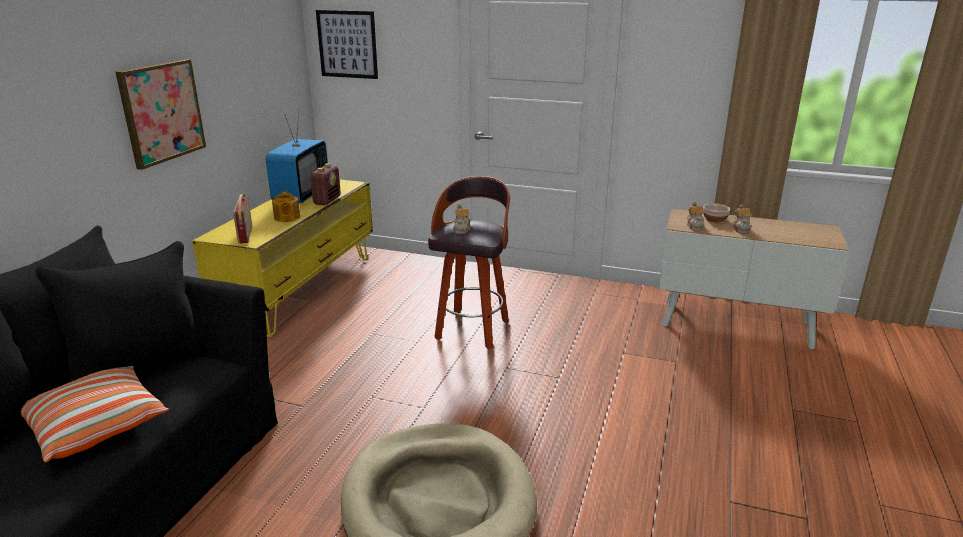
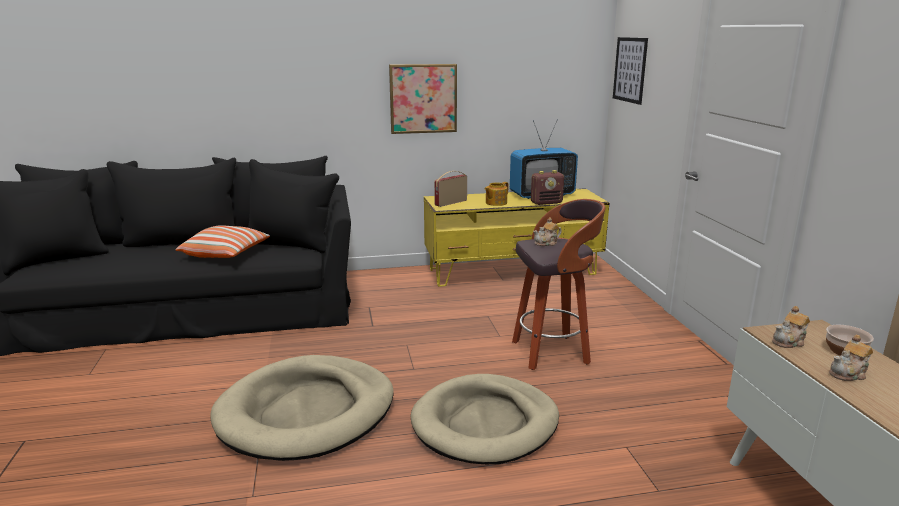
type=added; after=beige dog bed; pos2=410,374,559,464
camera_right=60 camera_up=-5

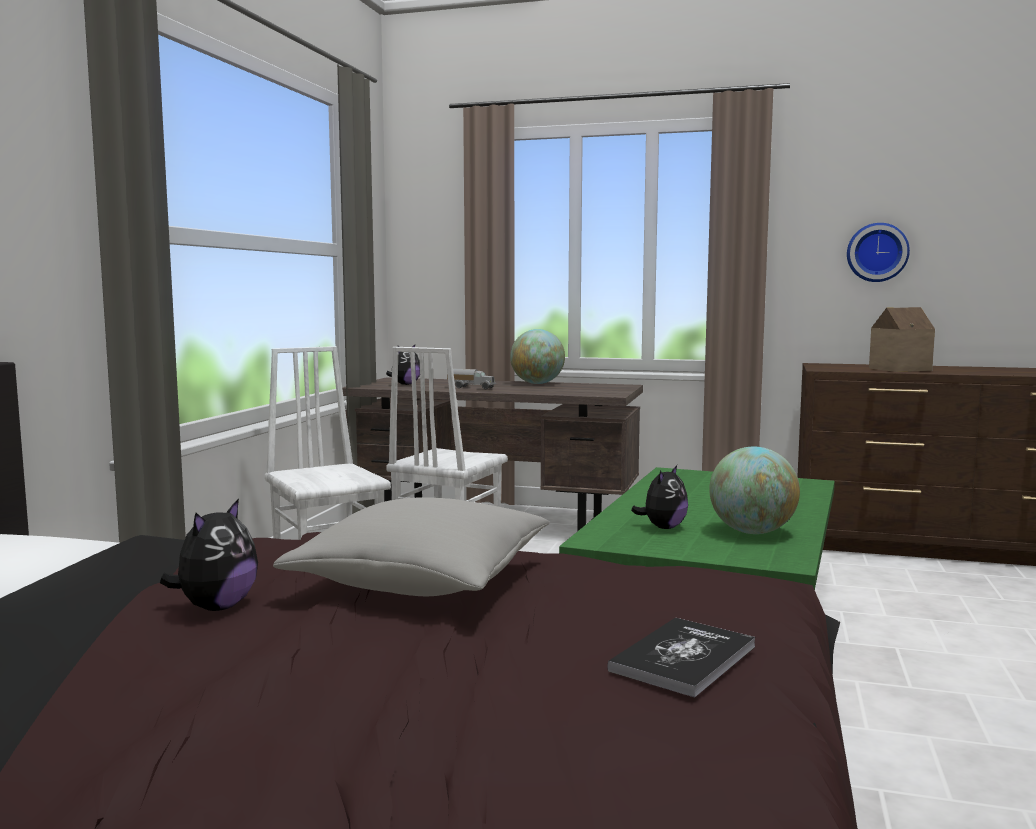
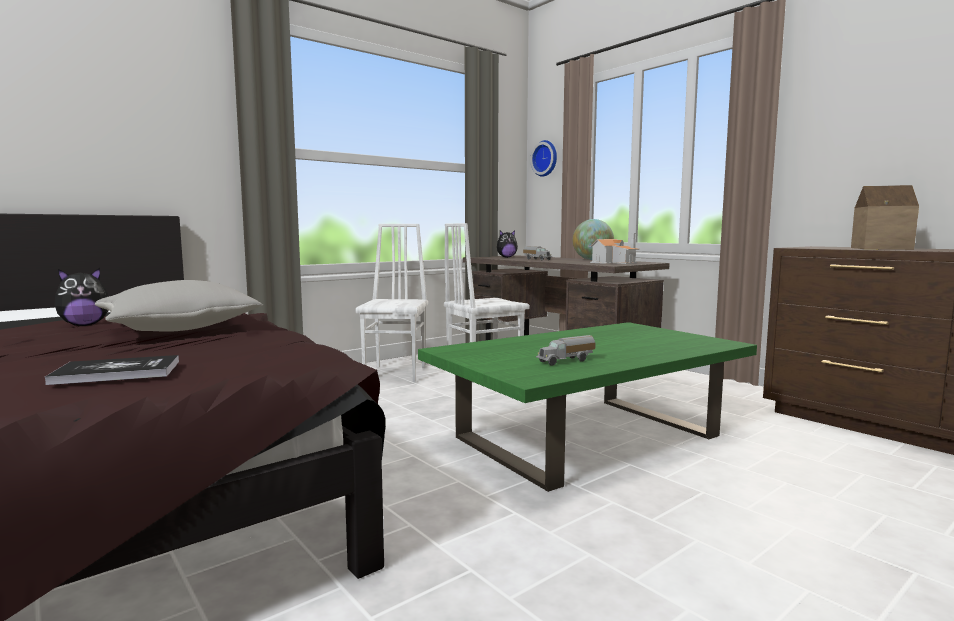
type=moved; before=wall clock; pos1=847,223,910,282; pos2=530,140,557,177
type=replaced; before=globe; after=toy truck; pos1=709,447,800,534; pos2=536,335,596,366
type=removed; before=plush toy; pos1=631,465,688,529
type=added; after=toy house; pos2=589,233,640,264
camera_right=35 camera_up=0

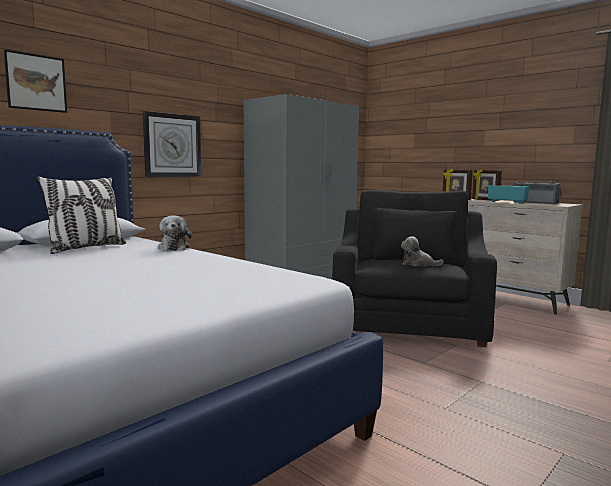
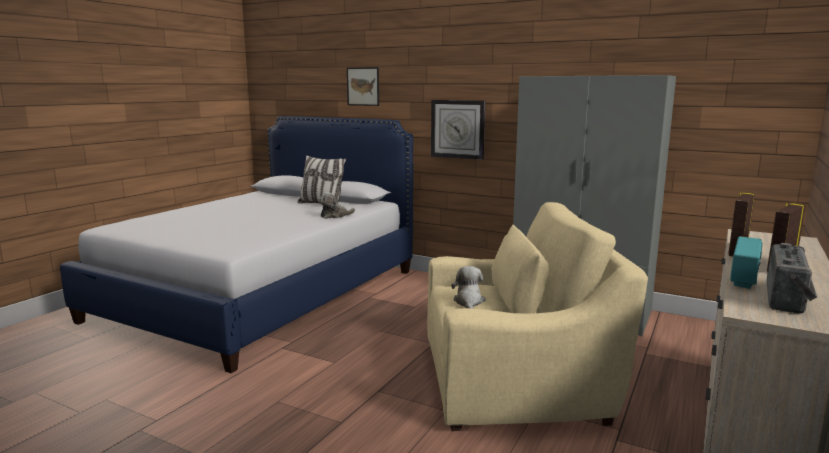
type=recoloured; before=black armchair; after=beige armchair; pos1=332,190,497,347; pos2=428,202,648,431
camera_right=75 camera_up=5

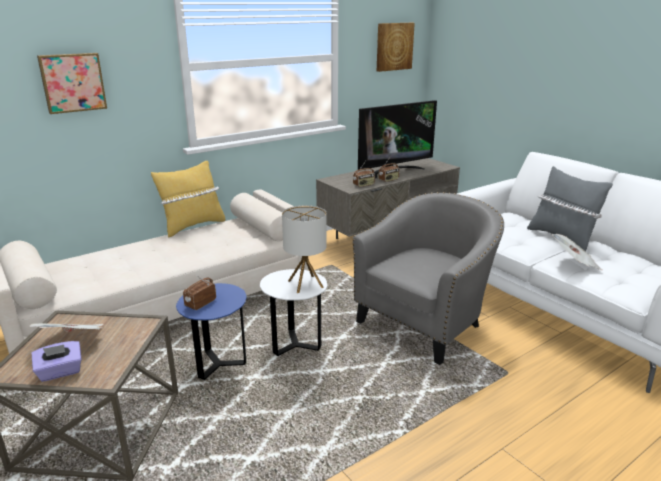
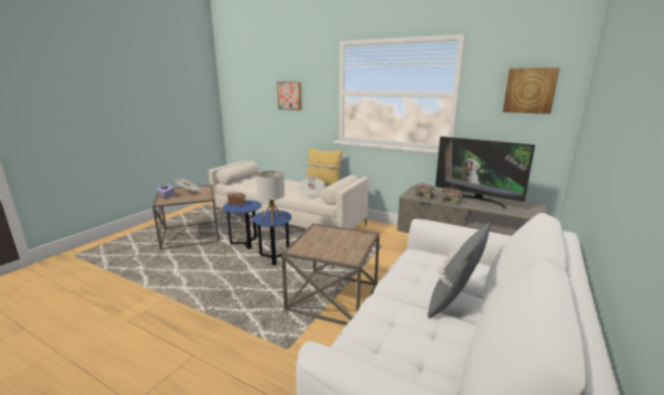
type=replaced; before=grey armchair; after=brown side table; pos1=353,192,504,365; pos2=281,223,380,325
type=moved; before=newspaper; pos1=551,234,602,270; pos2=299,176,325,199
type=recoloured; before=white side table; after=blue side table; pos1=260,269,327,356; pos2=252,210,292,265
camera_right=65 camera_up=-5

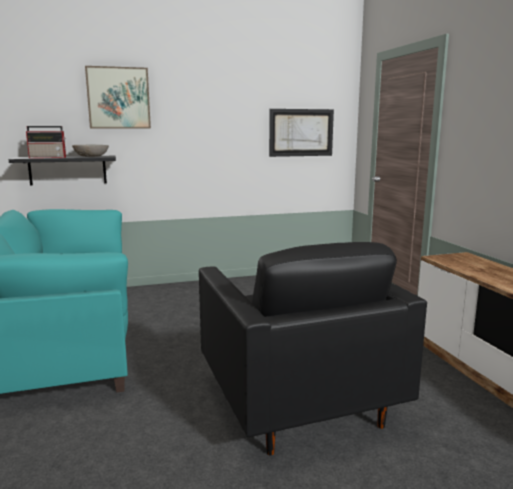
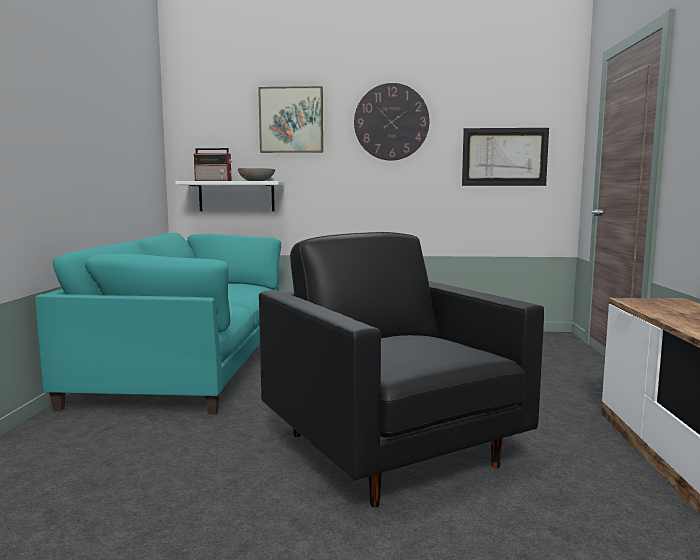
type=recoloured; before=black shelf; after=white shelf; pos1=9,156,116,185; pos2=175,181,285,211
type=turned; before=black armchair; pos1=199,242,427,456; pos2=259,232,544,507; turn=150
type=added; after=wall clock; pos2=354,83,429,161
camera_right=20 camera_up=-5

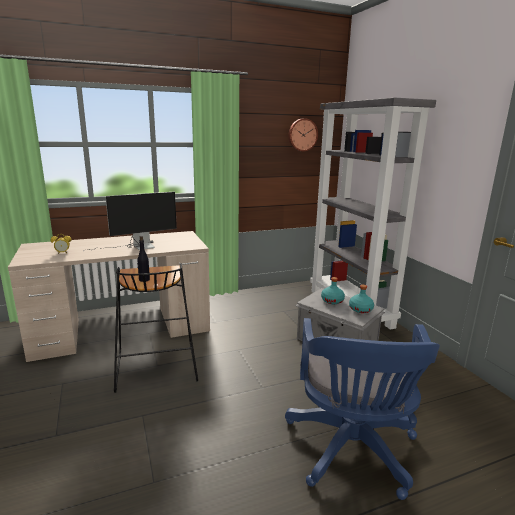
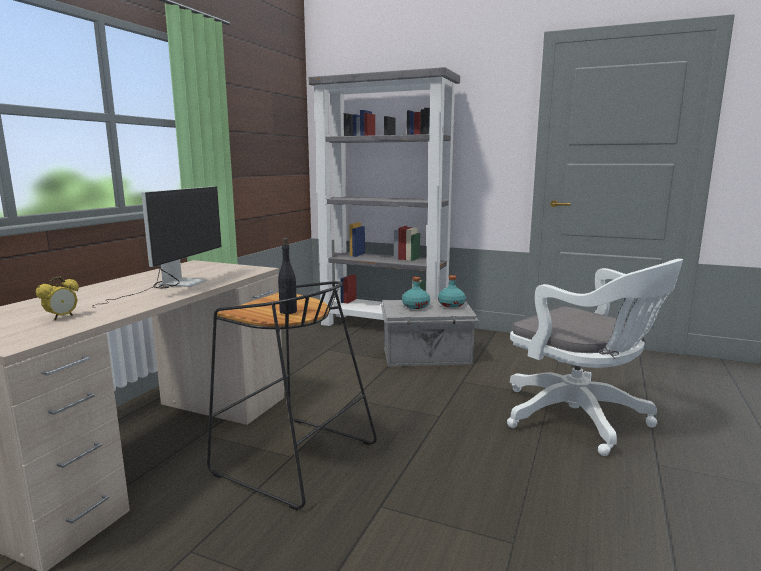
type=removed; before=wall clock; pos1=288,118,318,151
type=recoloured; before=blue office chair; after=white office chair; pos1=285,318,440,500; pos2=507,259,683,456
camera_right=-45 camera_up=-5

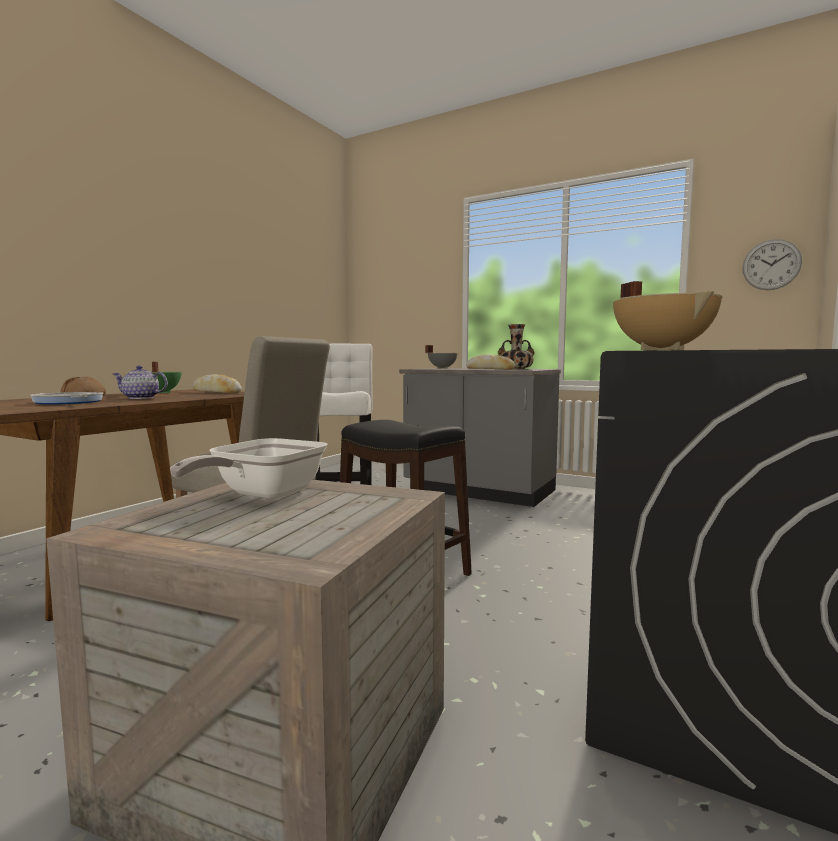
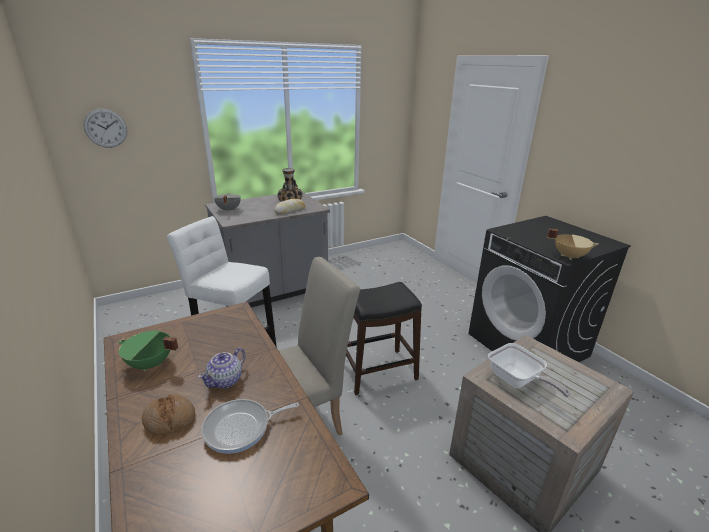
type=moved; before=wall clock; pos1=742,239,802,290; pos2=83,108,127,148
type=removed; before=bread; pos1=193,374,242,393
camera_right=-60 camera_up=20

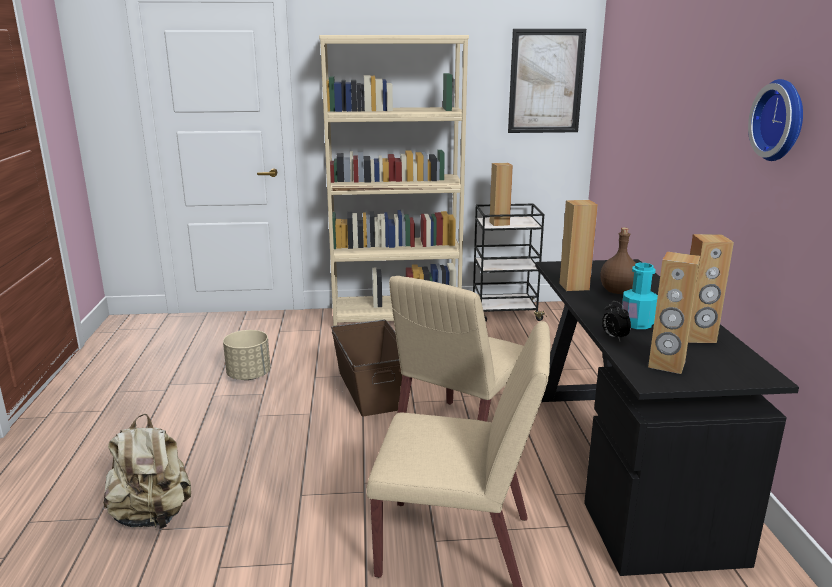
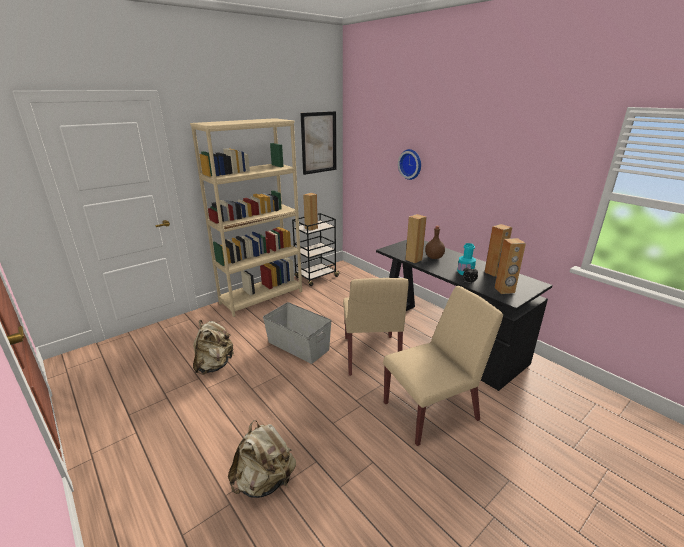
type=moved; before=wall clock; pos1=748,79,803,161; pos2=398,149,421,180
type=recoloured; before=brown storage box; after=grey storage box; pos1=331,319,402,417; pos2=263,302,332,364
type=replaced; before=beige planter; after=beige backpack; pos1=223,330,270,380; pos2=193,320,235,375
camera_right=-35 camera_up=5

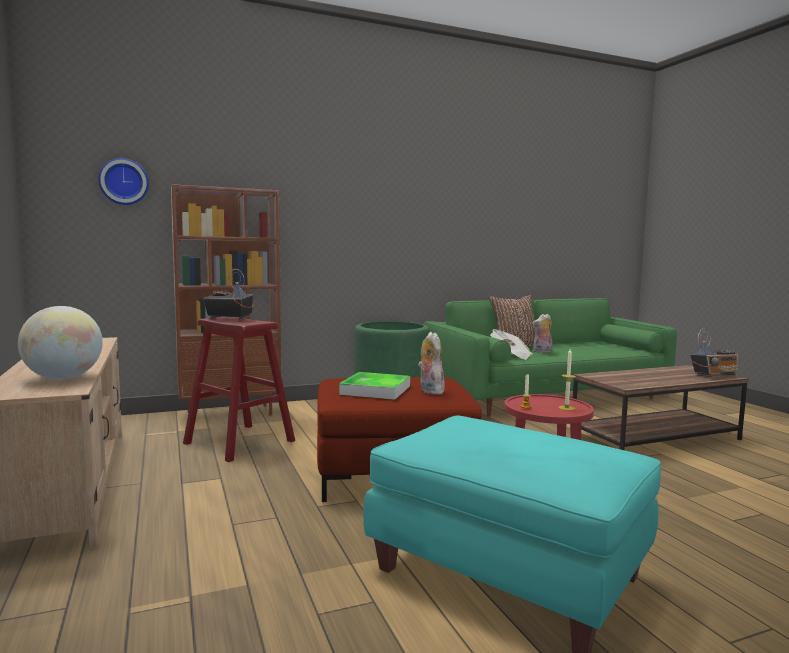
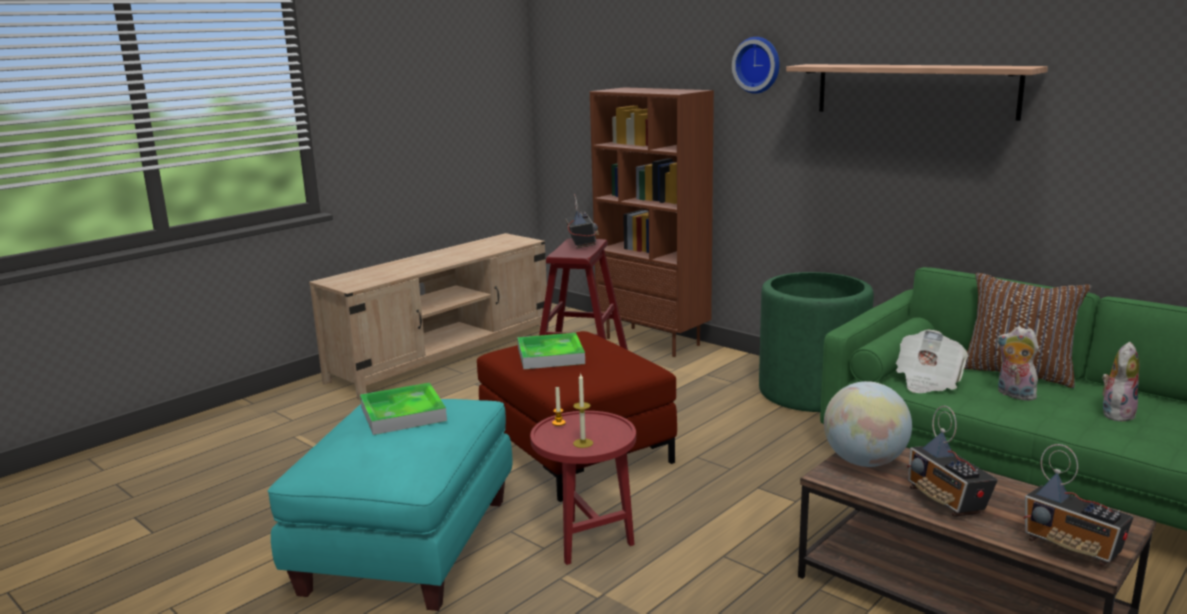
type=moved; before=wall clock; pos1=98,158,149,205; pos2=732,37,779,94
type=moved; before=globe; pos1=18,306,103,380; pos2=824,381,912,467
type=moved; before=plush toy; pos1=418,332,445,395; pos2=1102,342,1139,421
type=added; after=shelf; pos2=786,64,1048,121
type=added; after=tray; pos2=360,383,447,435
type=added; after=radio; pos2=907,406,998,517
camera_right=65 camera_up=10

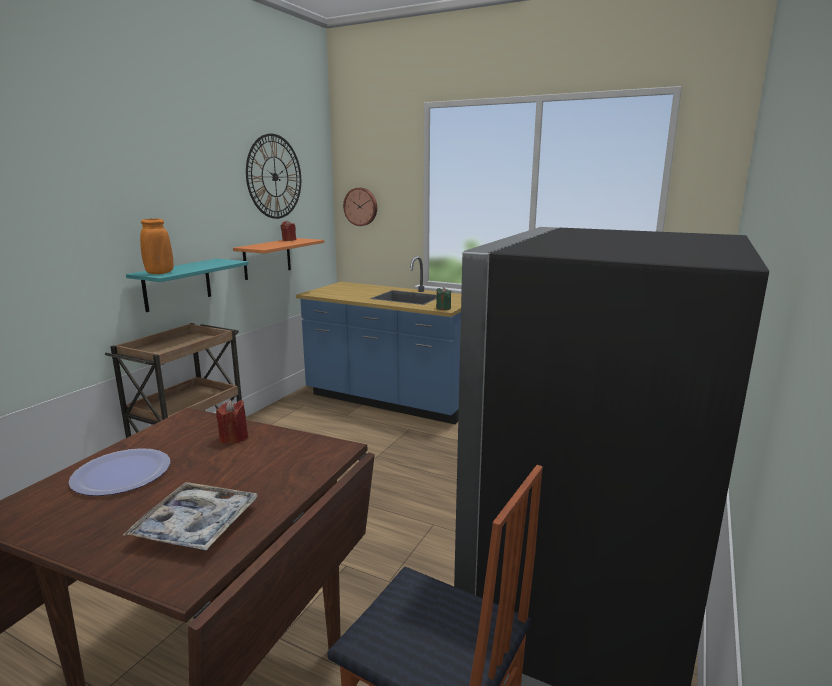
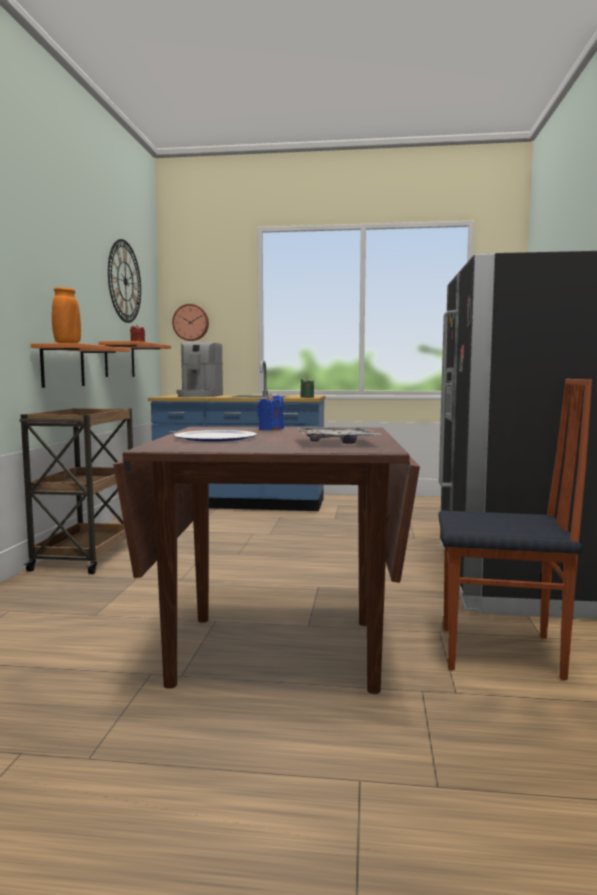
type=recoloured; before=turquoise shelf; after=orange shelf; pos1=126,259,249,312; pos2=31,343,130,388
type=recoloured; before=red candle; after=blue candle; pos1=216,400,248,445; pos2=257,393,284,430
type=added; after=coffee machine; pos2=176,342,223,397
camera_right=-20 camera_up=-10

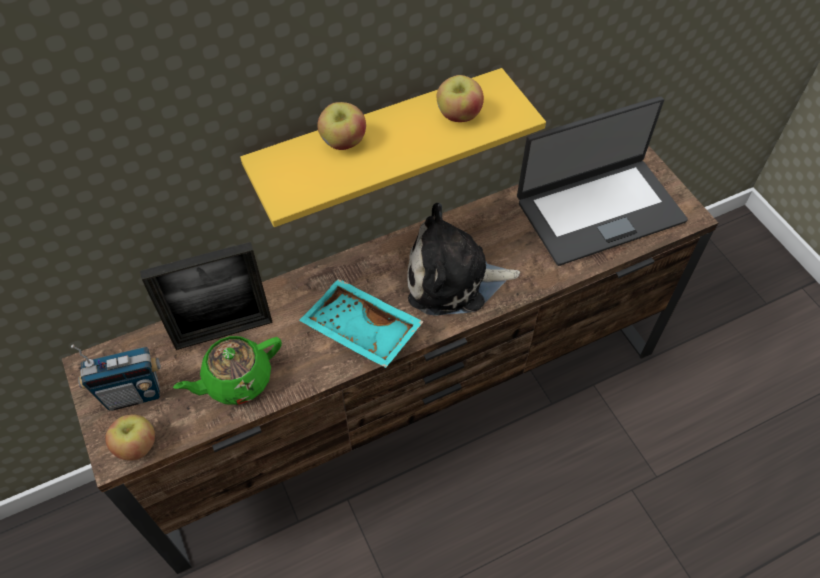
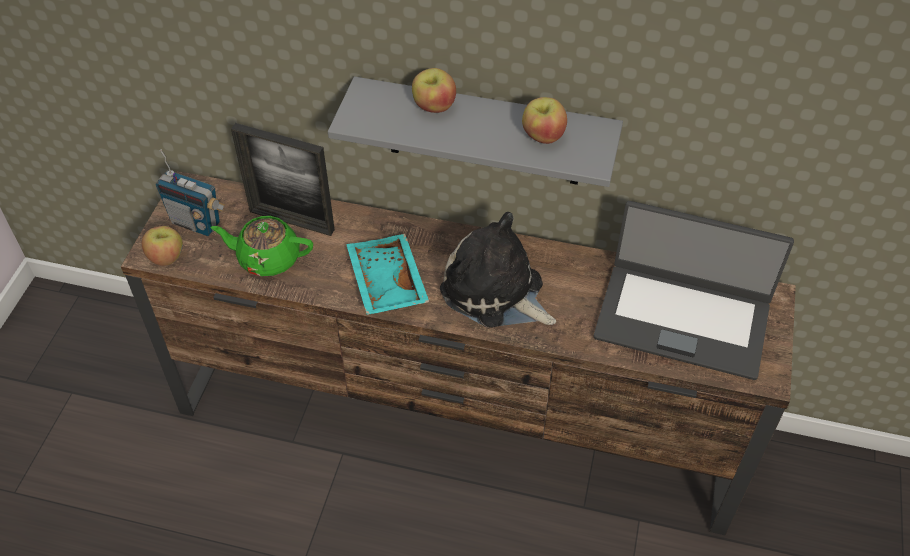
type=recoloured; before=yellow shelf; after=grey shelf; pos1=240,68,546,227; pos2=328,77,623,187
camera_right=40 camera_up=-5

